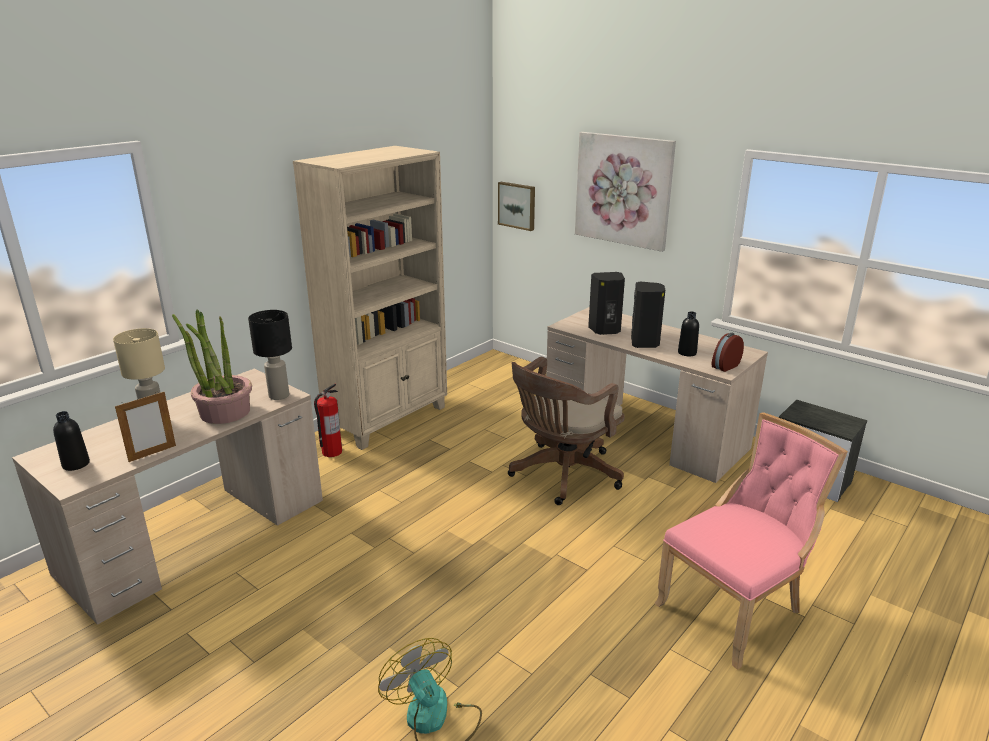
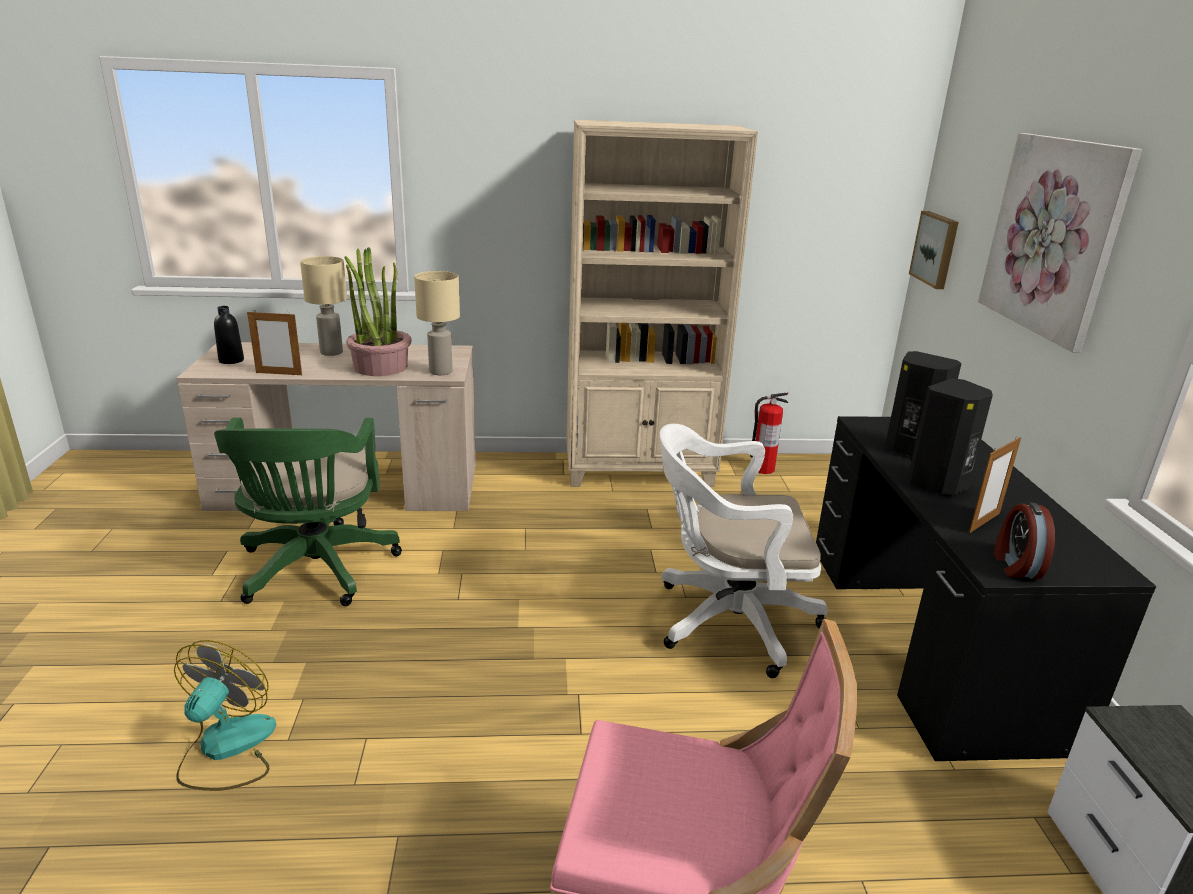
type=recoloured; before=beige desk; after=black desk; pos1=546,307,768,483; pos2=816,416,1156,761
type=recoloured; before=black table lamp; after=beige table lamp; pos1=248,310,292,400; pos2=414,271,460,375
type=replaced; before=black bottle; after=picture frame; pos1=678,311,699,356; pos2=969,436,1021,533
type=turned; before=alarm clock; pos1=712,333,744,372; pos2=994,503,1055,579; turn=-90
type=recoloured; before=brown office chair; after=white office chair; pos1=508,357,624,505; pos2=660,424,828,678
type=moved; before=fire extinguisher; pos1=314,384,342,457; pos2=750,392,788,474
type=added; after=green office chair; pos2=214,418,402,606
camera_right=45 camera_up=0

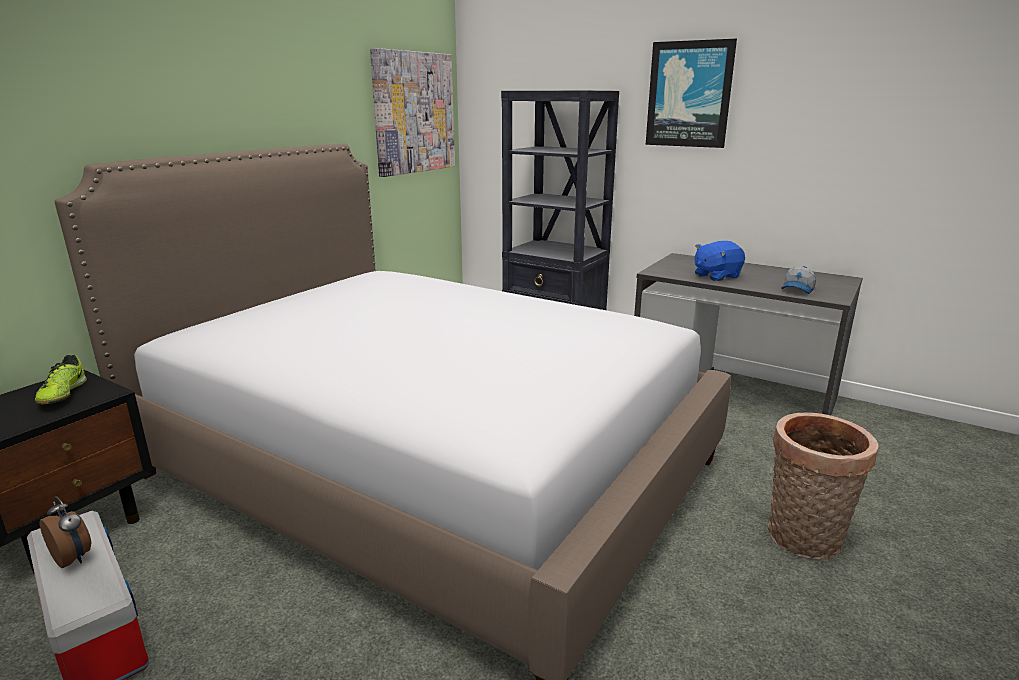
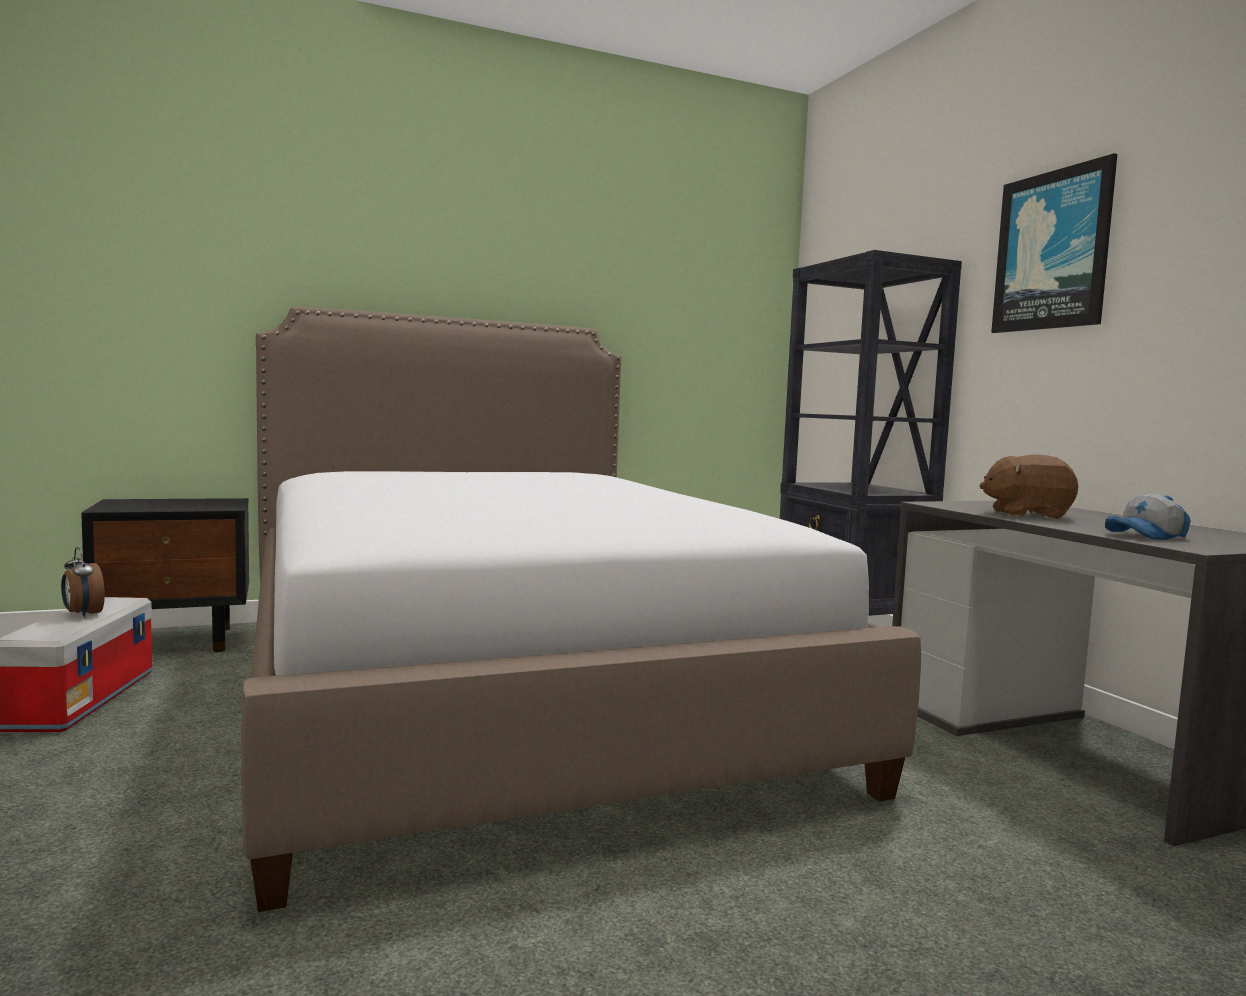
type=removed; before=picture; pos1=370,48,455,177
type=recoloured; before=blue plush toy; after=brown plush toy; pos1=694,241,745,281; pos2=979,455,1078,519
type=removed; before=shoe; pos1=35,355,87,405
type=removed; before=basket; pos1=768,412,879,559
type=turned; before=alarm clock; pos1=40,496,91,568; pos2=61,547,105,617; turn=150
camera_right=35 camera_up=-15

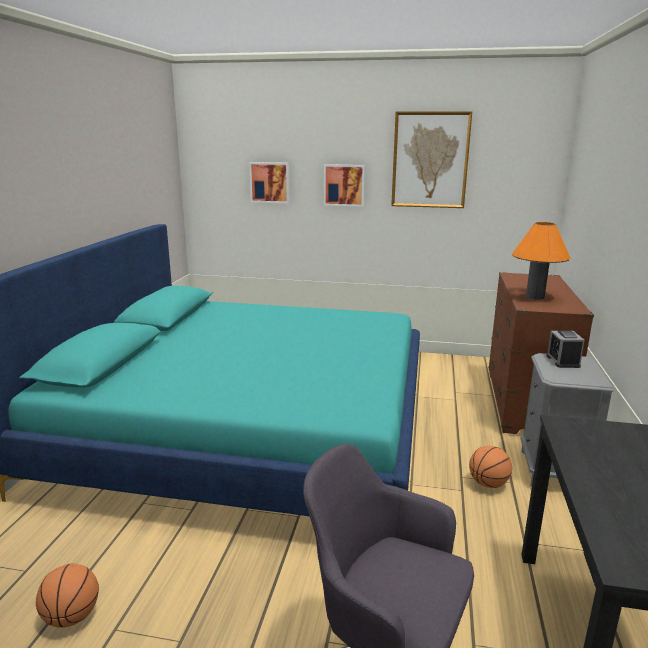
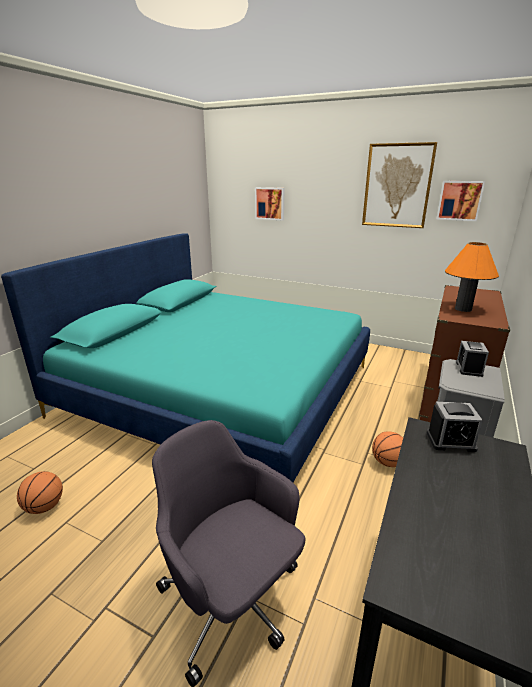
type=moved; before=picture; pos1=324,164,365,207; pos2=437,181,485,221
type=added; after=alarm clock; pos2=427,402,483,452
camera_right=15 camera_up=5

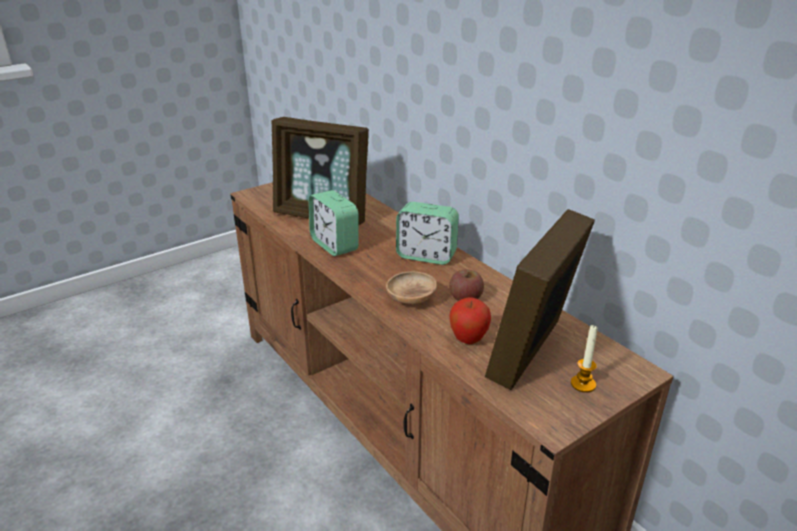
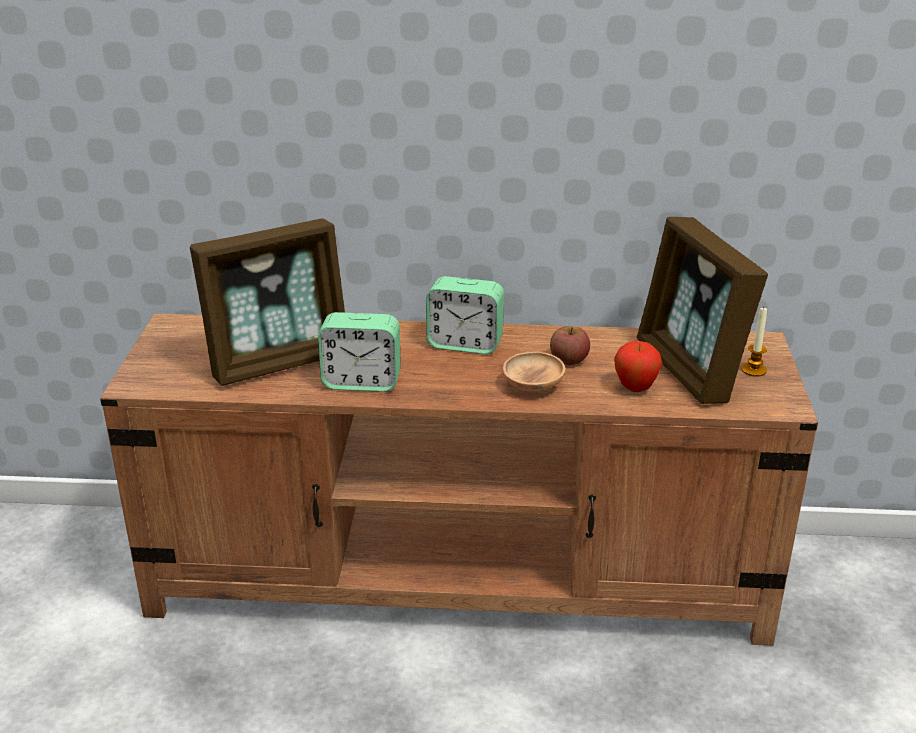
type=turned; before=alarm clock; pos1=396,202,459,265; pos2=426,276,504,354; turn=45
camera_right=-50 camera_up=0

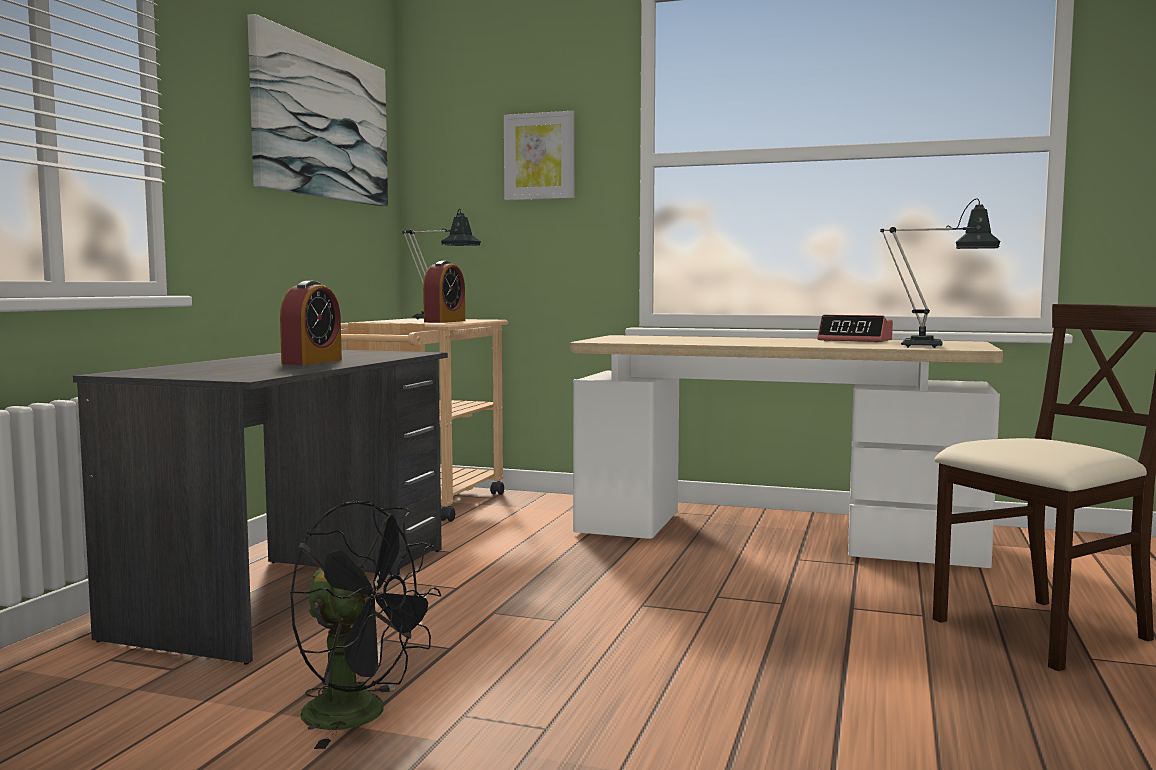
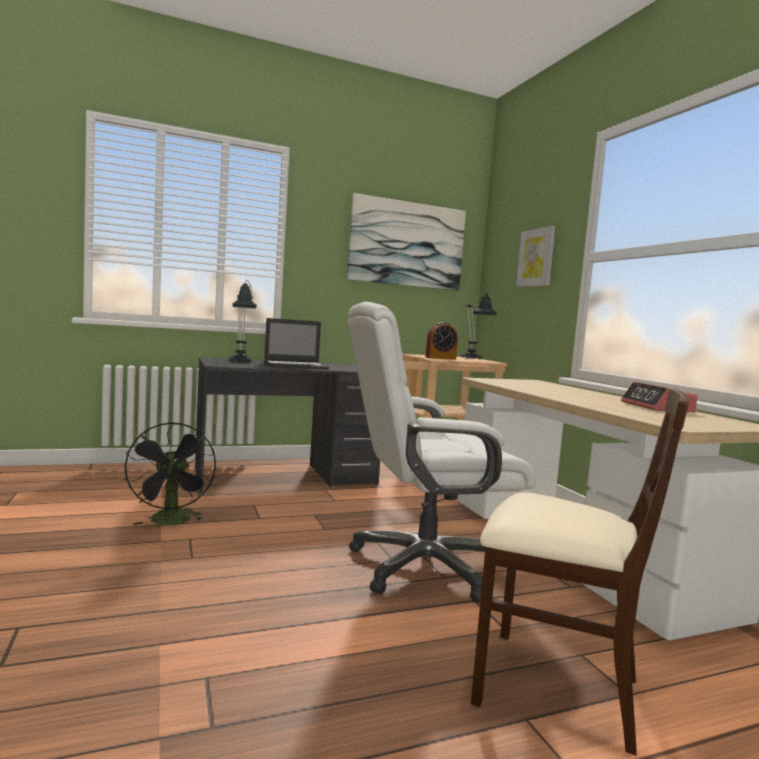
type=moved; before=table lamp; pos1=880,198,1000,348; pos2=229,280,257,362
type=replaced; before=alarm clock; after=laptop; pos1=280,281,342,365; pos2=264,318,329,370
type=added; after=white office chair; pos2=348,302,536,603
camera_right=50 camera_up=0

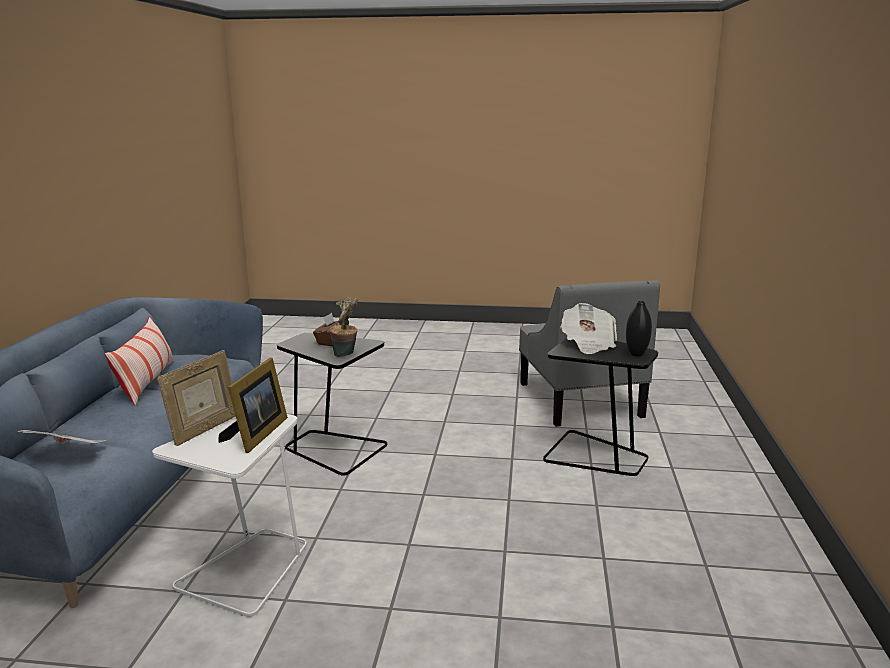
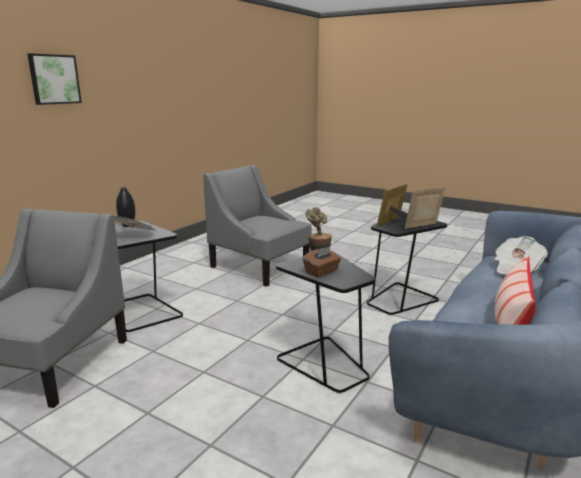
type=recoloured; before=white side table; after=black side table; pos1=152,414,307,617; pos2=367,217,448,315
type=added; after=picture; pos2=28,53,82,105
type=added; after=grey armchair; pos2=203,165,312,287
camera_right=-155 camera_up=0

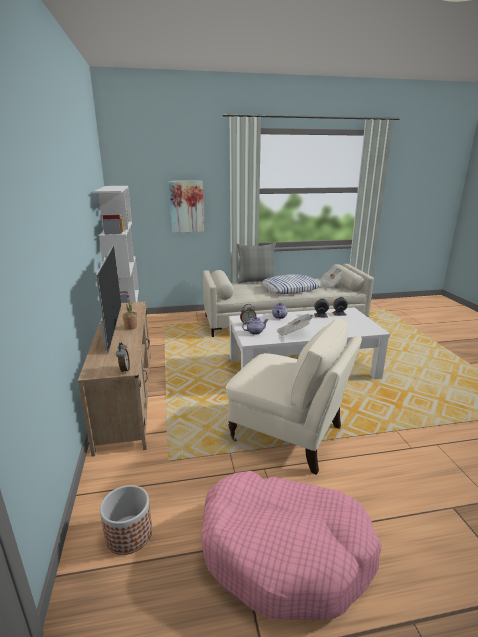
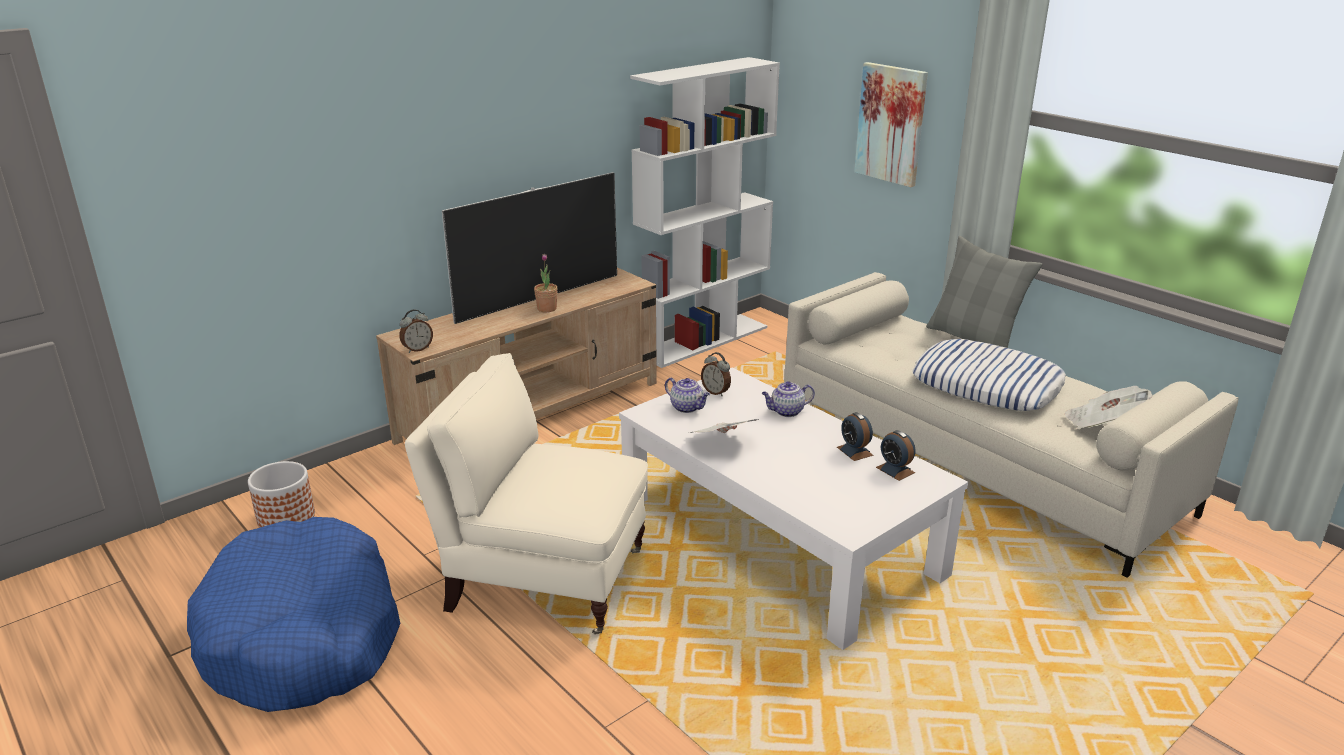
type=turned; before=beige armchair; pos1=226,318,362,475; pos2=405,353,648,634; turn=105
type=recoloured; before=pink dog bed; after=blue dog bed; pos1=201,471,382,620; pos2=187,517,401,712
camera_right=60 camera_up=5

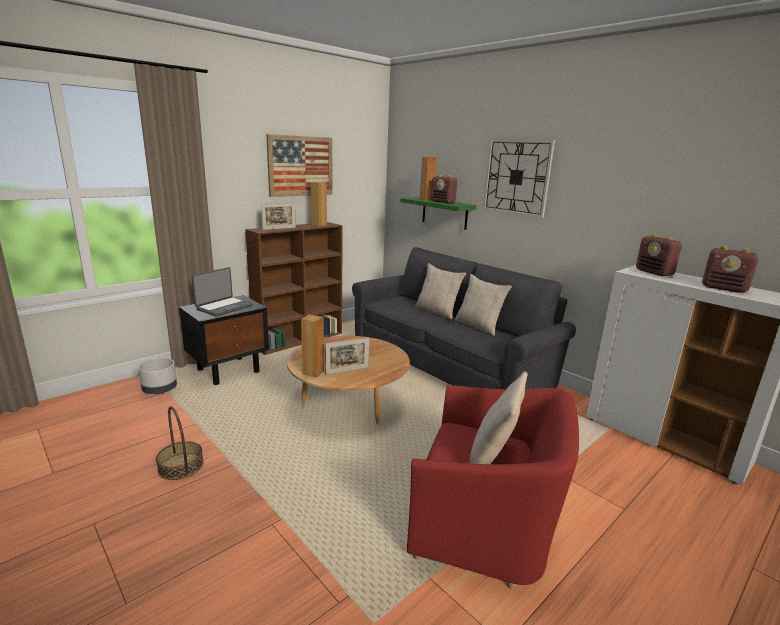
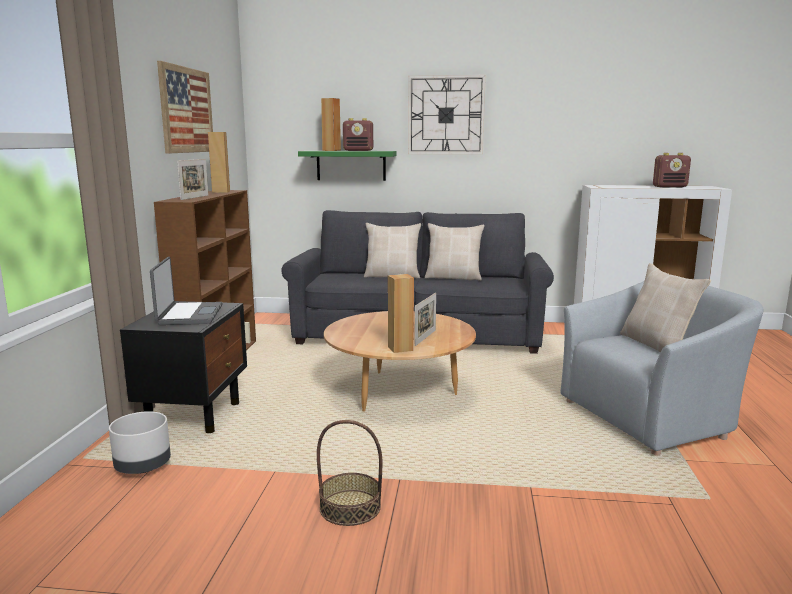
type=removed; before=radio; pos1=636,234,682,276
type=recoloured; before=red armchair; after=grey armchair; pos1=407,385,579,589; pos2=560,281,764,456
camera_right=-40 camera_up=-5

